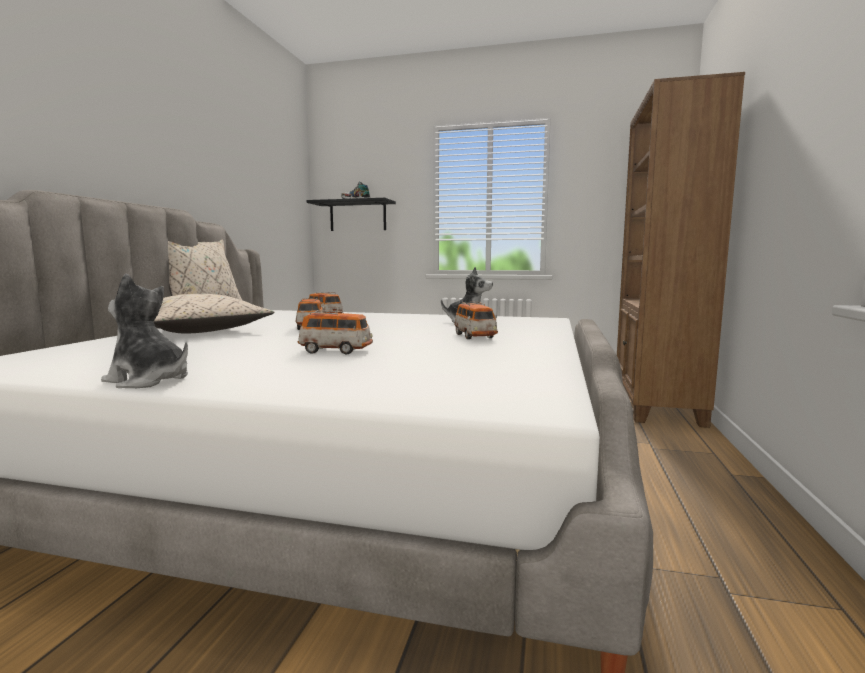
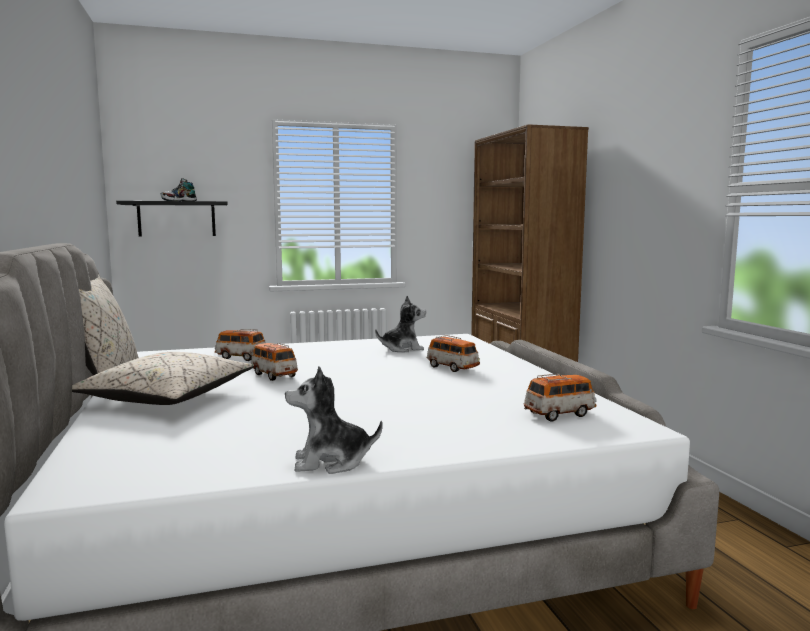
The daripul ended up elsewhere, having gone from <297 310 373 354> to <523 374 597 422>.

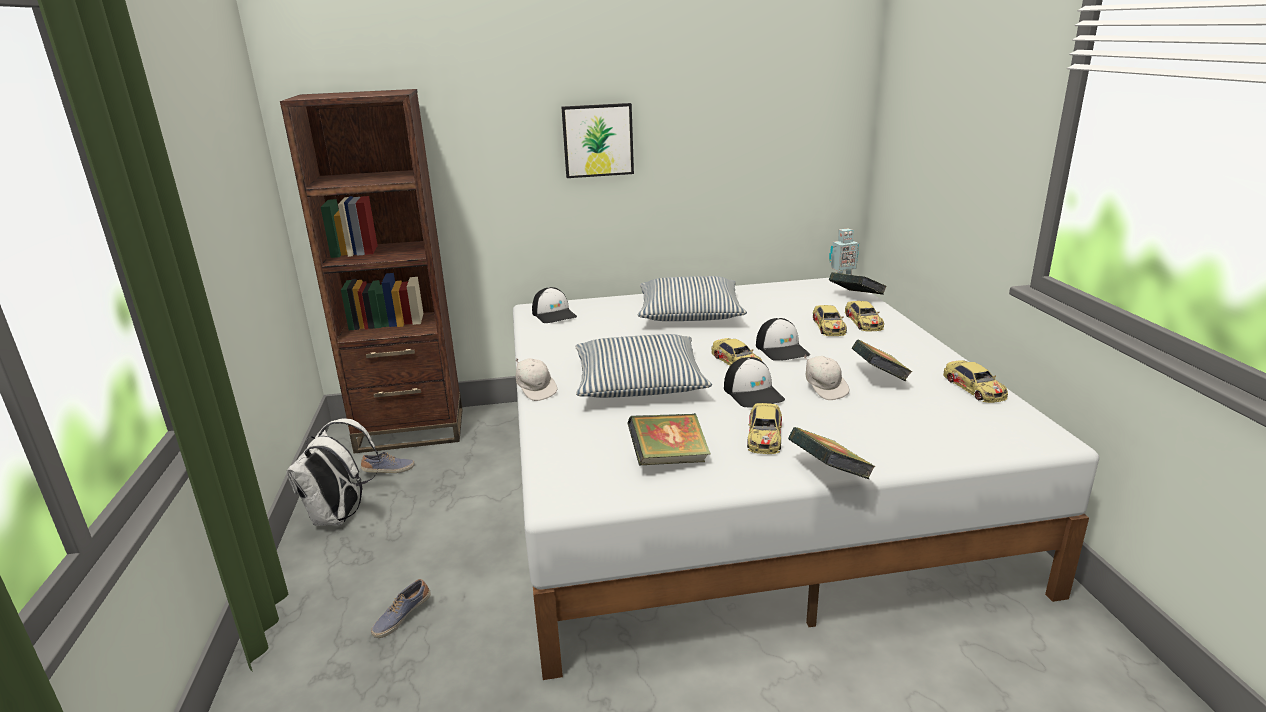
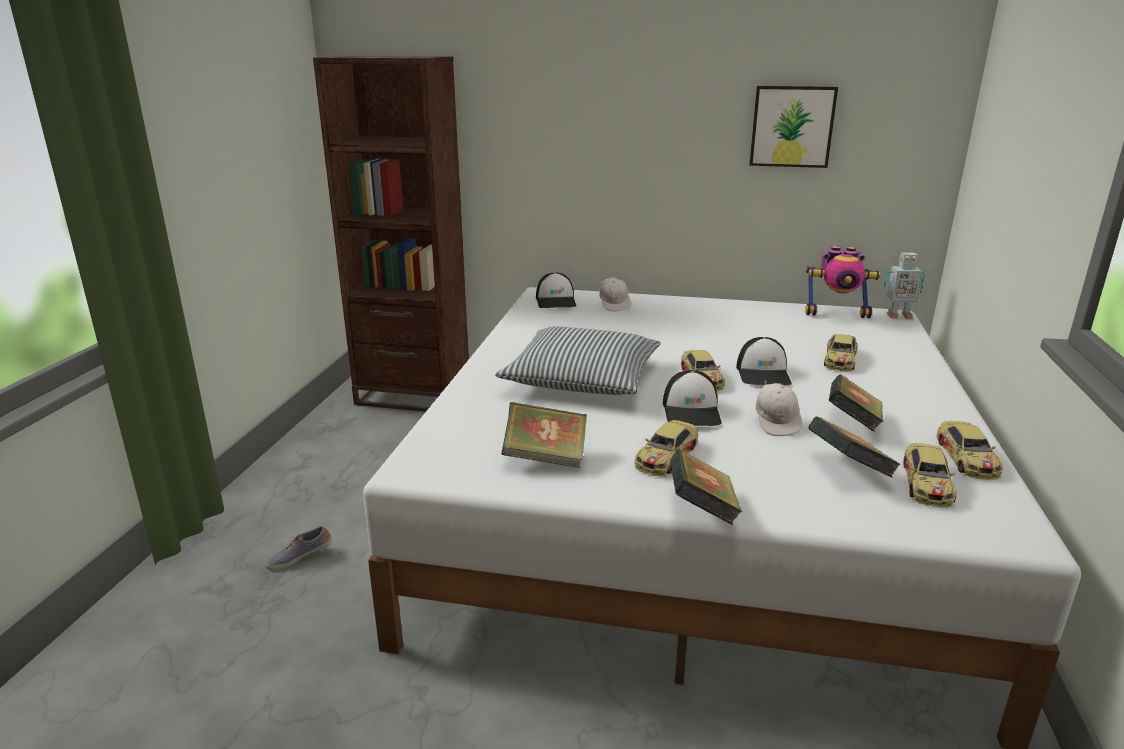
The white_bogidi ended up elsewhere, having gone from <515 358 557 401> to <599 277 631 312>. The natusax ended up elsewhere, having gone from <561 103 634 178> to <749 86 838 168>. The second view gained the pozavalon at <805 246 881 318>. The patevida ended up elsewhere, having gone from <829 272 887 295> to <808 416 901 477>. The daripul ended up elsewhere, having gone from <845 301 884 331> to <903 443 956 508>. The second view lost the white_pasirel at <286 418 380 526>. The second view lost the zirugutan at <361 452 415 473>. The second view lost the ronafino at <638 276 747 321>.

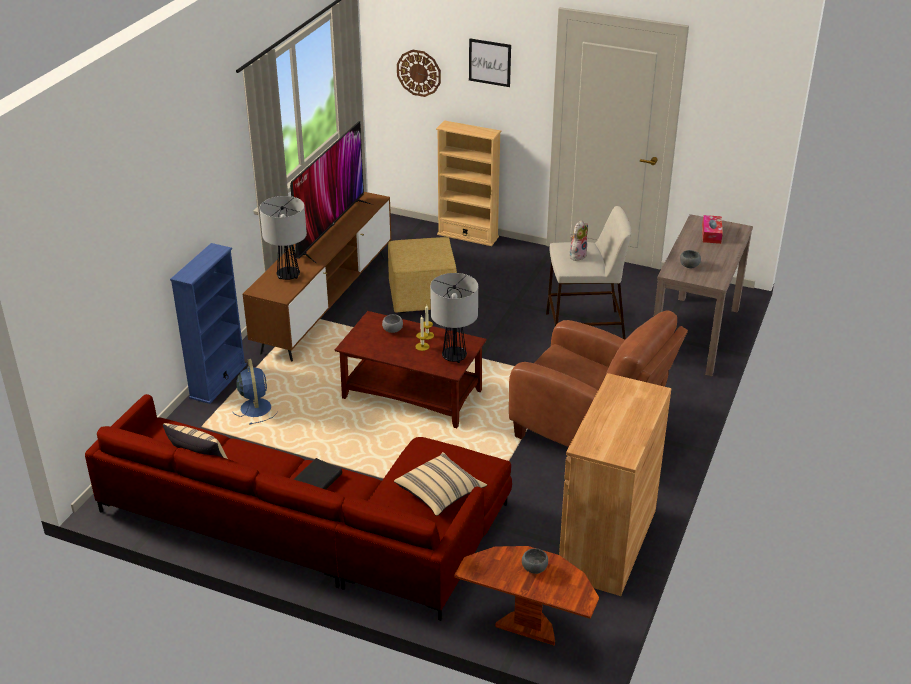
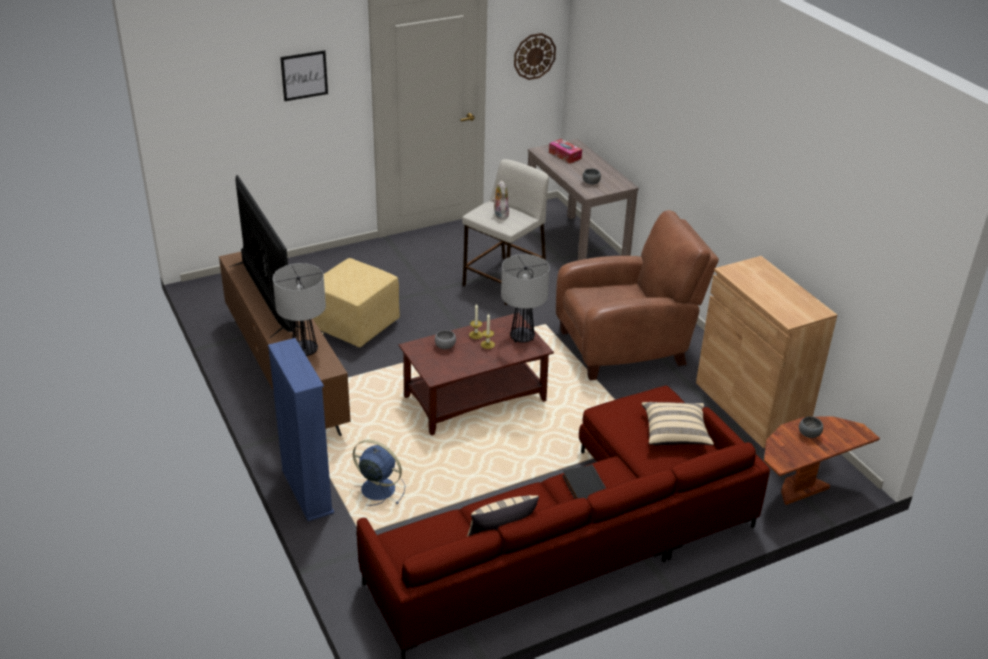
The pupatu ended up elsewhere, having gone from <397 50 441 97> to <514 33 556 80>. The second view lost the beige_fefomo at <436 120 501 246>.

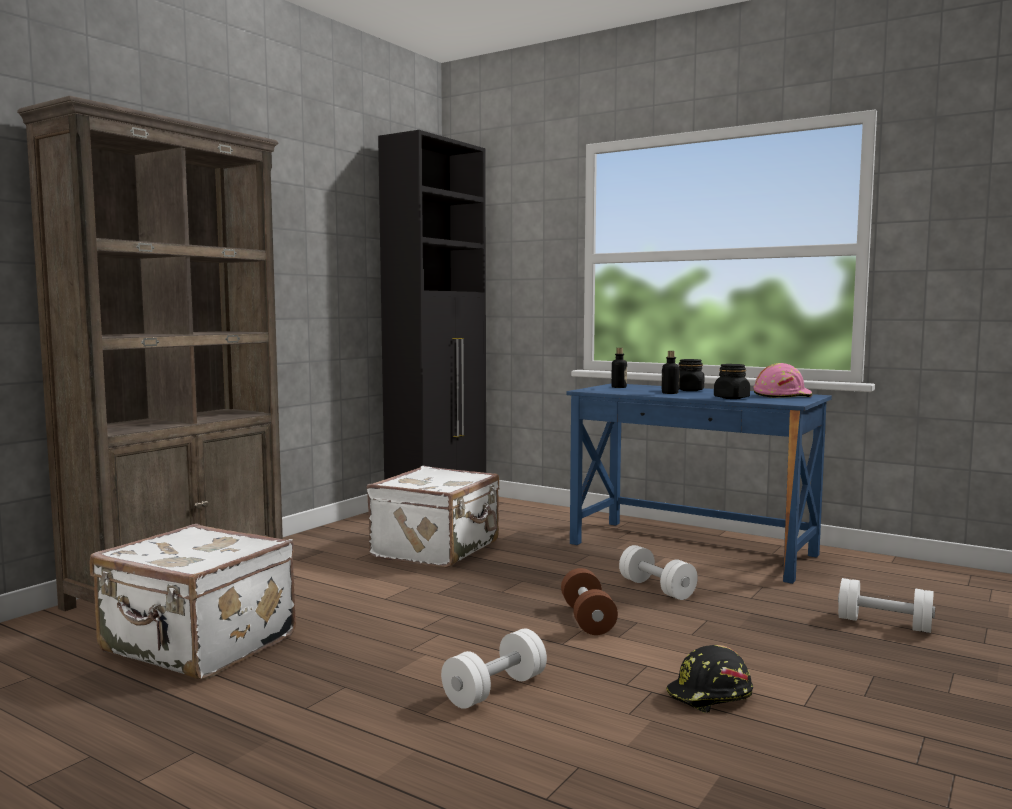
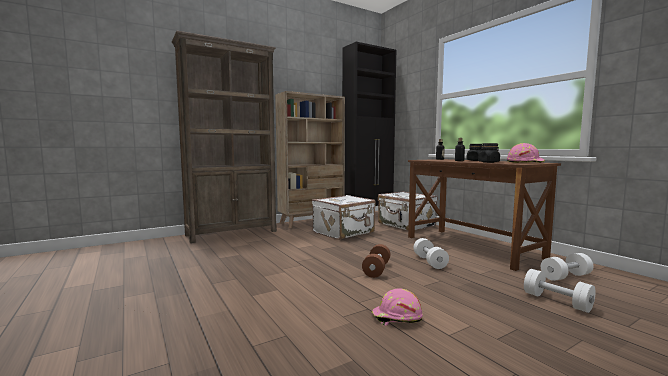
The second view gained the beige_fefomo at <275 91 345 228>. What was the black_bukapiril at <666 645 753 713> turned into the pink_bukapiril at <372 289 423 326>. The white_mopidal ended up elsewhere, having gone from <90 524 296 679> to <378 191 437 231>. What was the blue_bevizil at <566 384 832 584> turned into the brown_bevizil at <408 159 561 271>. The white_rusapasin ended up elsewhere, having gone from <441 629 547 709> to <541 253 593 281>.

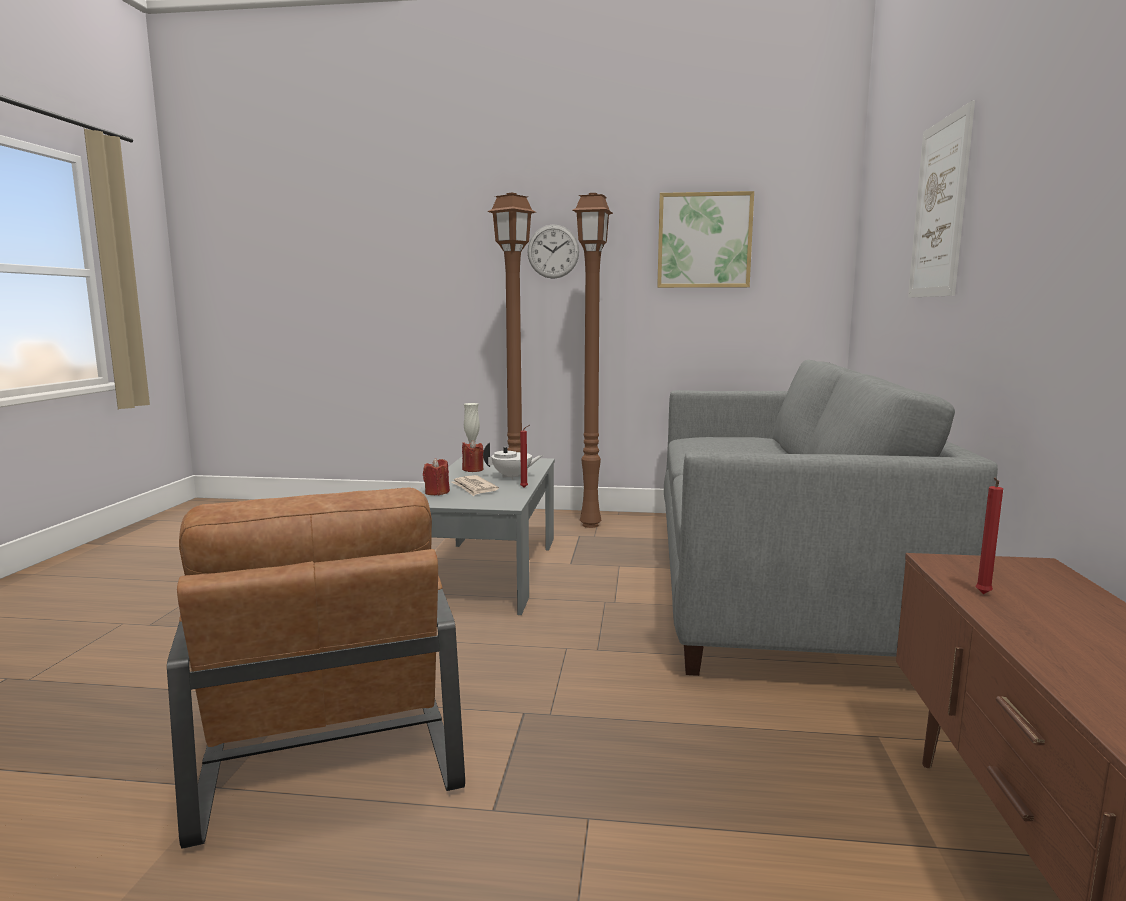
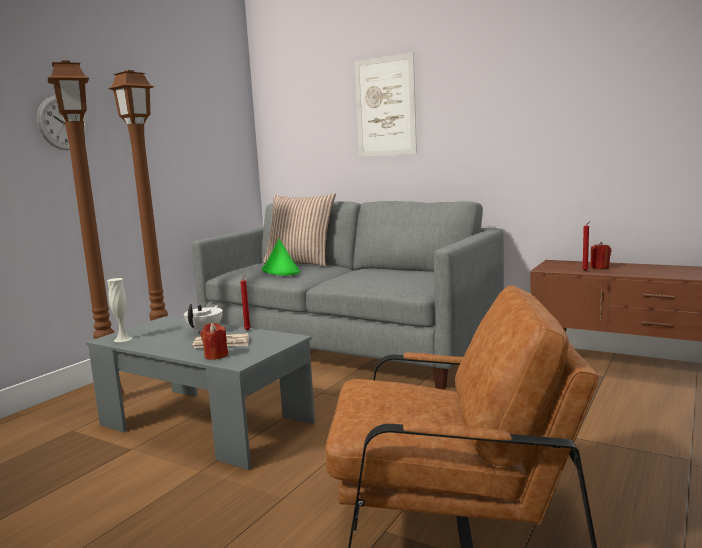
The second view gained the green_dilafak at <262 239 300 275>. The second view gained the ronafino at <263 193 336 267>. The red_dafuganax ended up elsewhere, having gone from <462 440 484 472> to <590 242 611 269>. The second view lost the natusax at <657 191 754 288>.

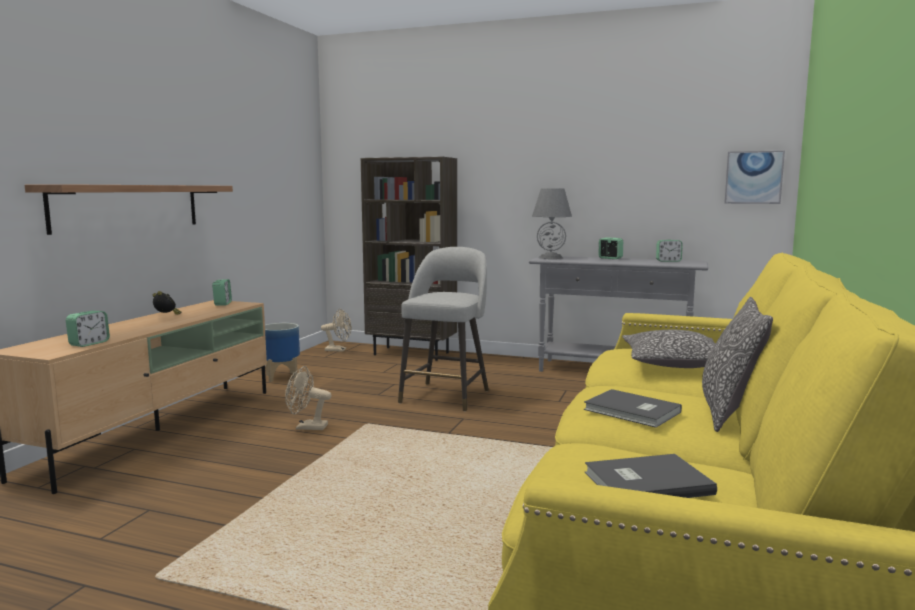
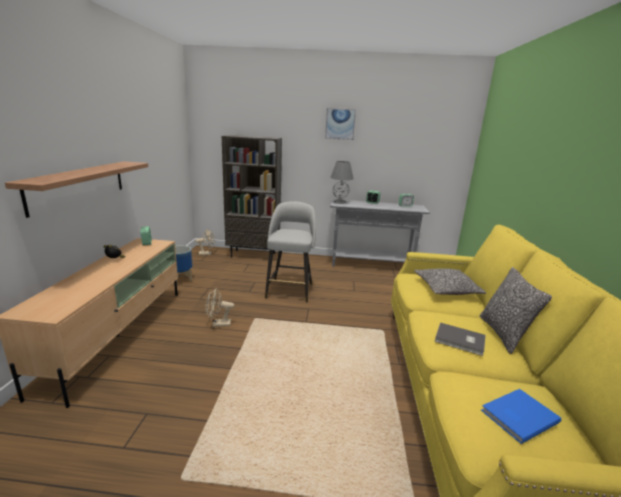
The natusax ended up elsewhere, having gone from <724 151 785 204> to <325 108 356 140>. What was the grey_patevida at <585 454 717 498> turned into the blue_patevida at <481 389 561 444>. The second view lost the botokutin at <66 311 110 347>.

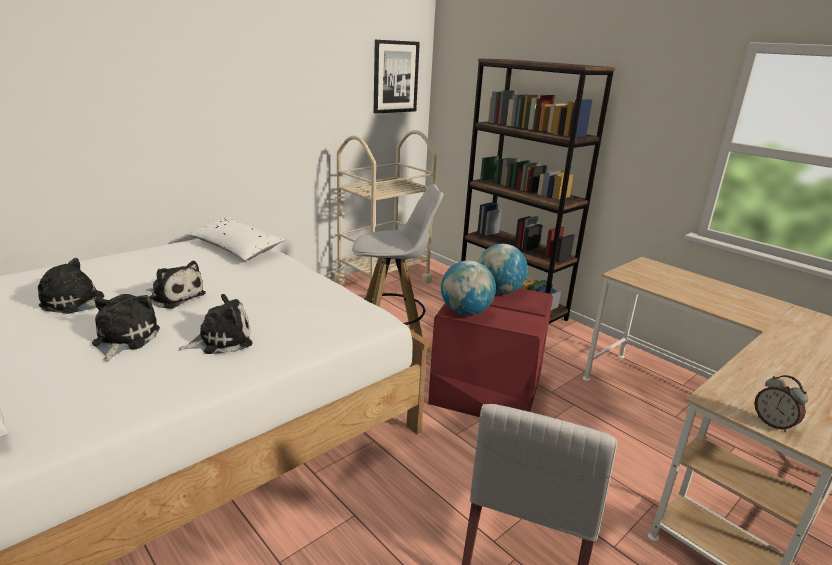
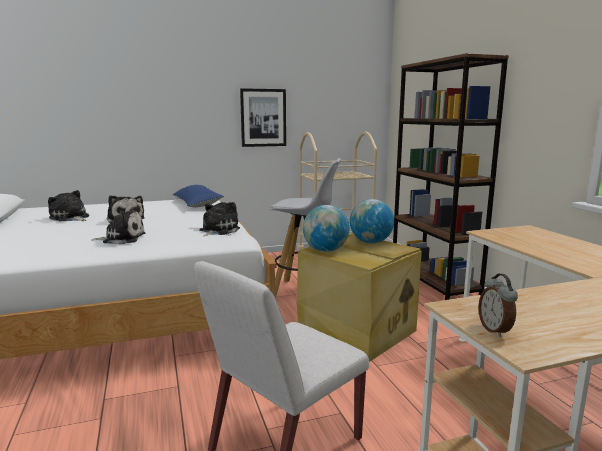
What was the white_ronafino at <190 217 286 261> turned into the blue_ronafino at <173 185 224 208>. The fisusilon ended up elsewhere, having gone from <92 294 160 361> to <199 202 240 236>. The natusax ended up elsewhere, having gone from <374 40 420 114> to <240 88 286 147>. What was the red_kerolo at <428 288 553 417> turned into the beige_kerolo at <297 234 422 362>.

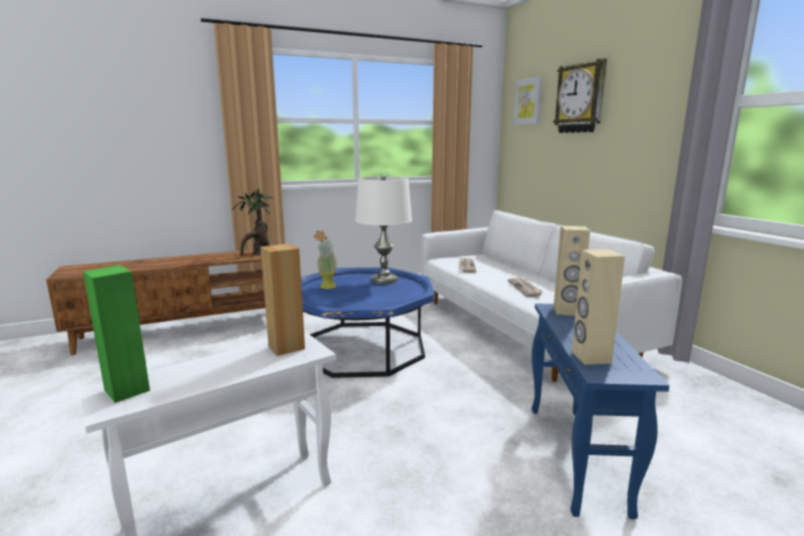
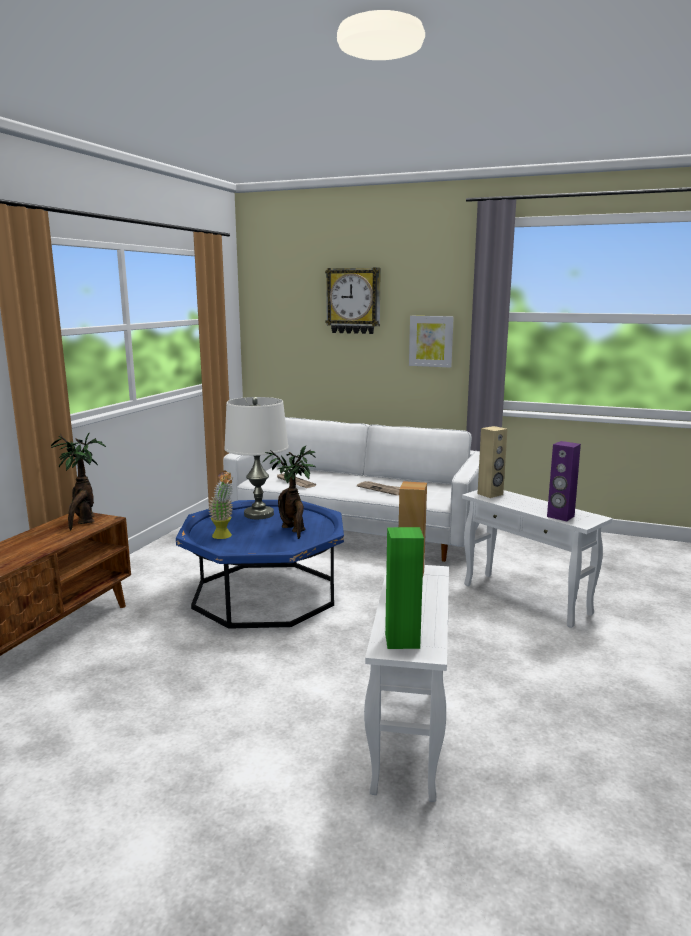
The second view gained the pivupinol at <262 446 316 539>. The natusax ended up elsewhere, having gone from <513 76 543 125> to <409 316 454 368>. What was the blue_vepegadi at <532 303 670 519> turned into the white_vepegadi at <462 490 613 628>. What was the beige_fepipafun at <572 249 625 365> turned into the purple_fepipafun at <547 441 581 521>.

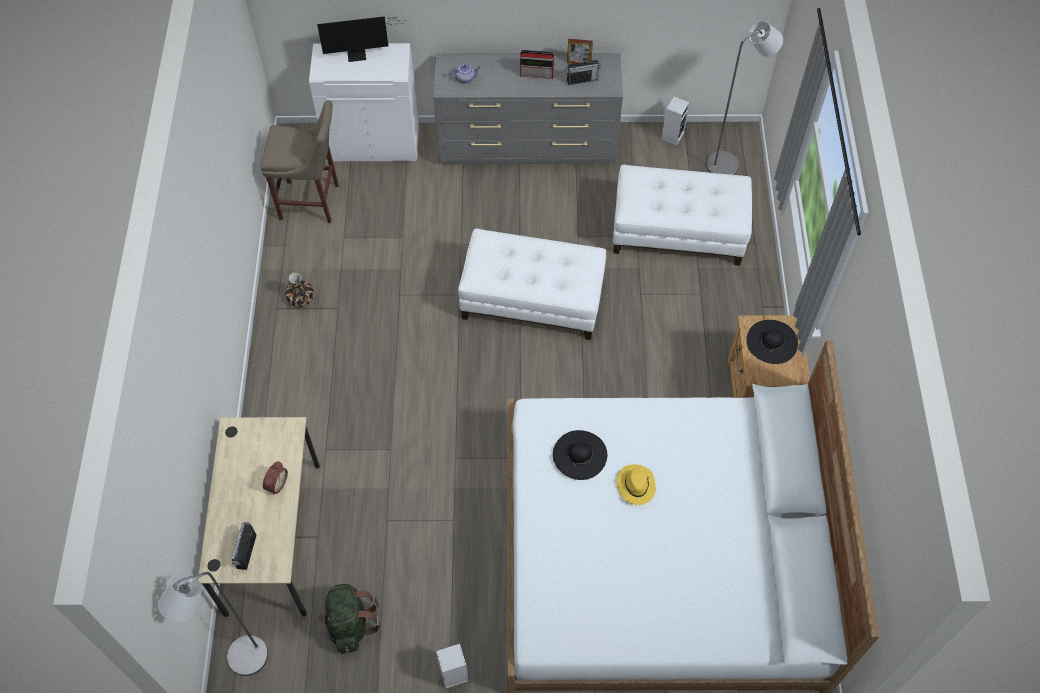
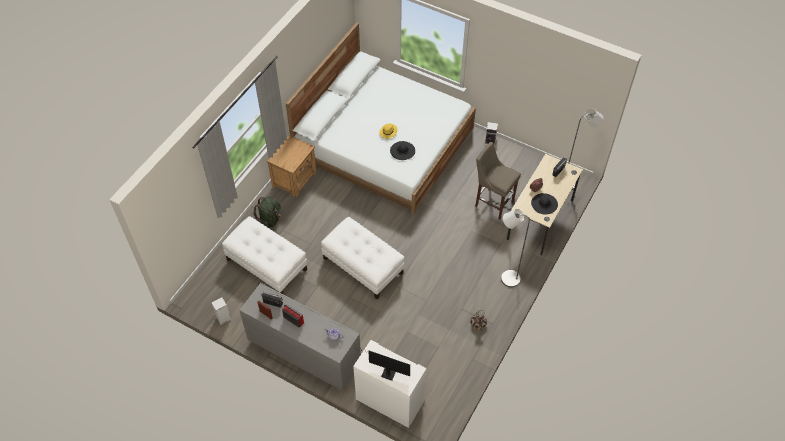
The green_pasirel ended up elsewhere, having gone from <318 584 380 654> to <253 196 281 229>. The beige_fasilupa ended up elsewhere, having gone from <261 100 339 223> to <475 142 521 220>. The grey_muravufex ended up elsewhere, having gone from <707 21 783 175> to <501 209 530 287>. The black_dilafak ended up elsewhere, having gone from <746 320 798 364> to <531 193 558 215>.

